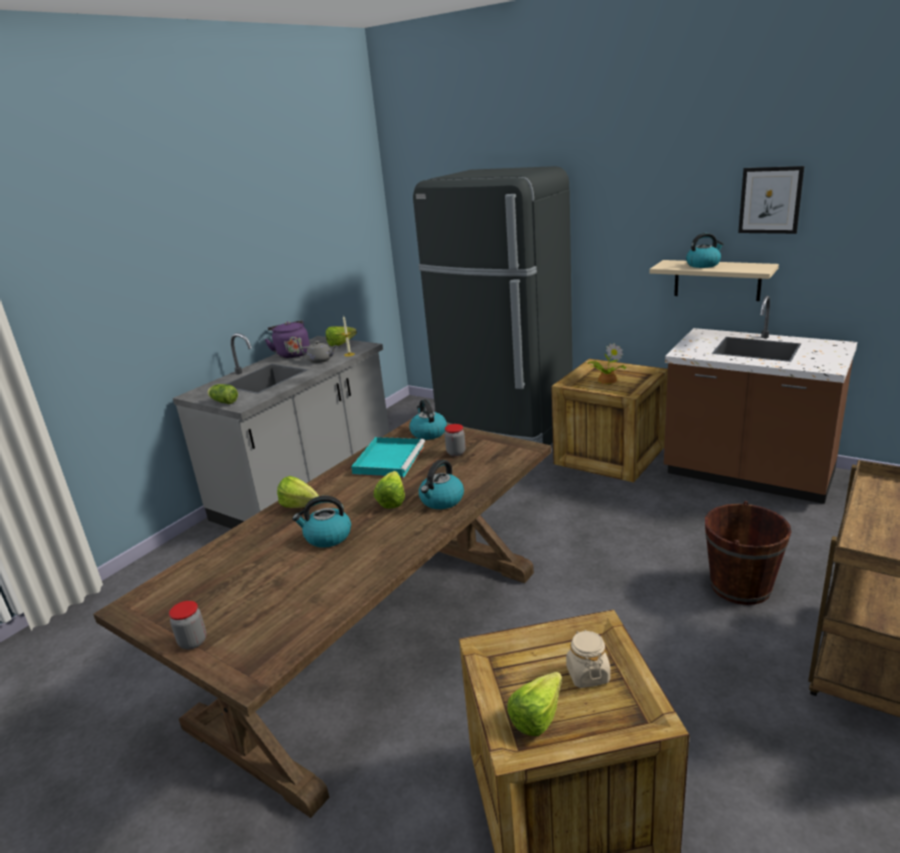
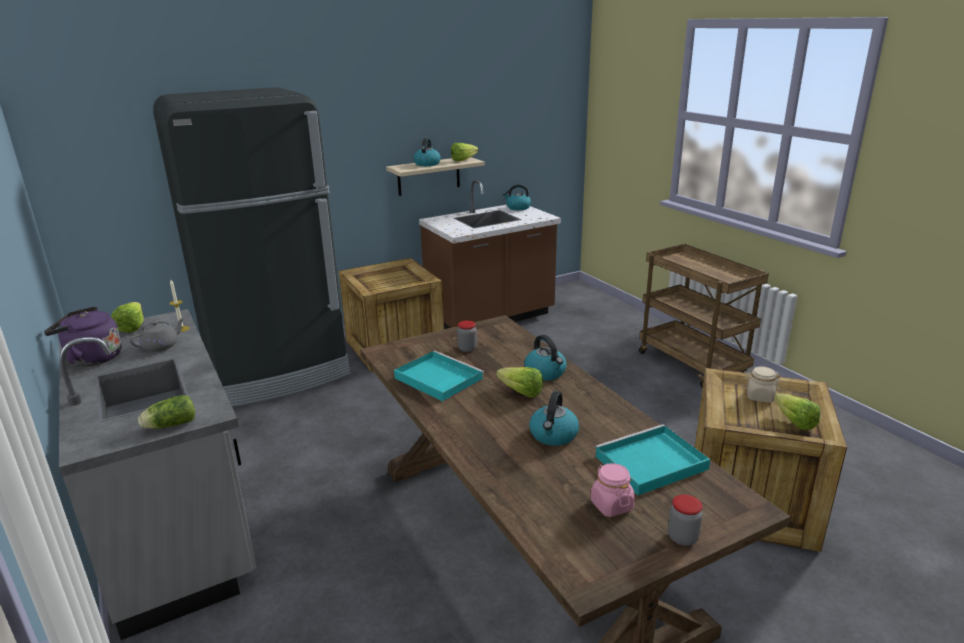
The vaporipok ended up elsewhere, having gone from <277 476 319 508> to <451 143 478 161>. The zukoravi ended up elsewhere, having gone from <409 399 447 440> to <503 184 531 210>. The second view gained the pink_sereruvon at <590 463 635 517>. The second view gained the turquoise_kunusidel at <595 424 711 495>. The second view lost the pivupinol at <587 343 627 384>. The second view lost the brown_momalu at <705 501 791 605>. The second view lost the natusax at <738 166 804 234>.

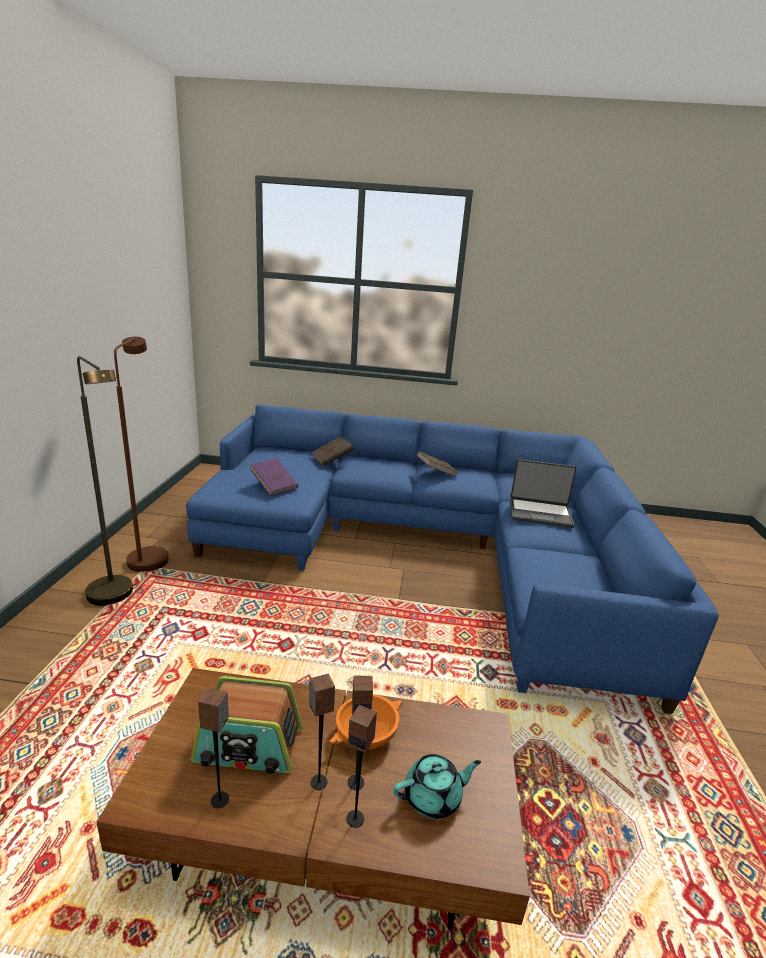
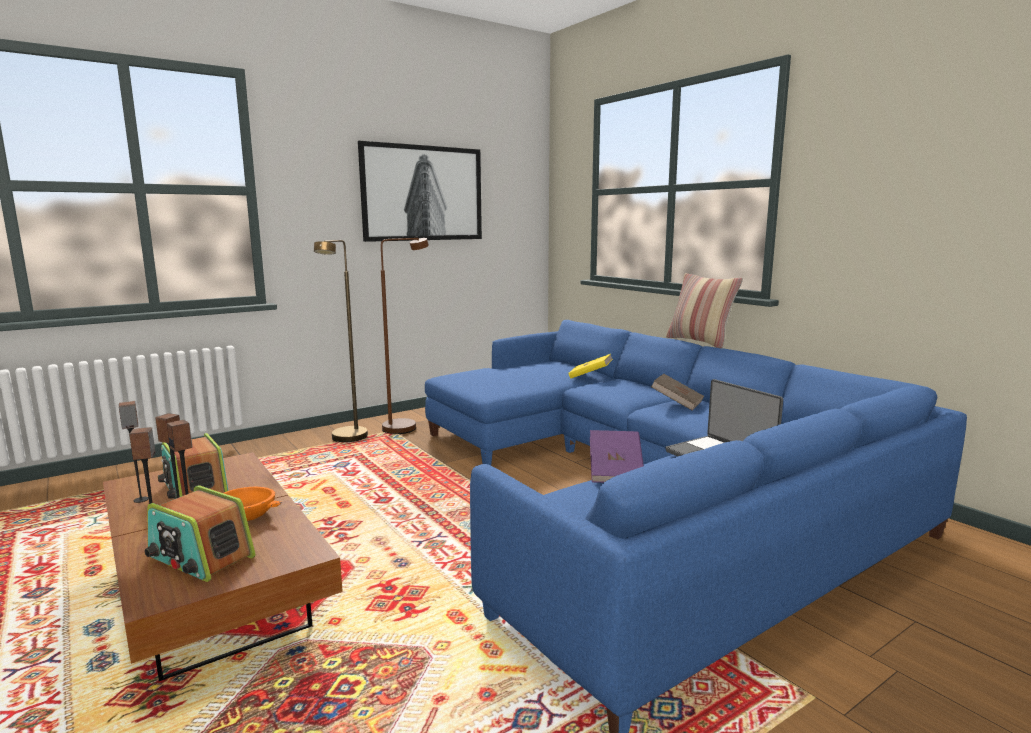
Where the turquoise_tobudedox stood at <393 754 481 819>, the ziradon came to stand at <144 485 255 582>. The second view gained the natusax at <358 140 482 242>. What was the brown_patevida at <312 436 354 466> turned into the yellow_patevida at <568 354 613 378>. The purple_patevida ended up elsewhere, having gone from <250 458 298 496> to <590 430 644 483>. The second view gained the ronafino at <666 273 743 348>.

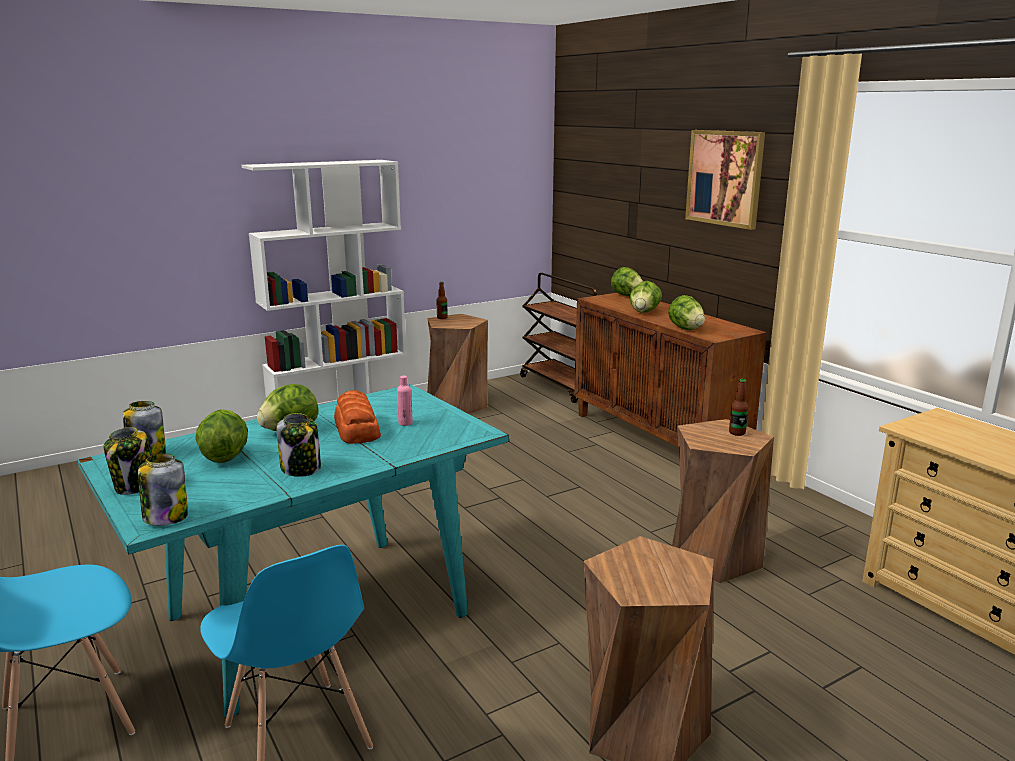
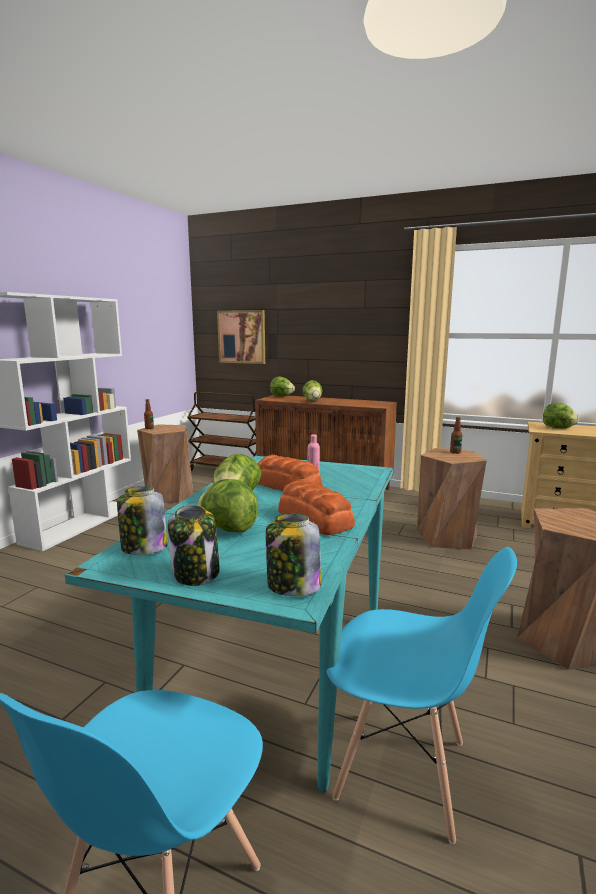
The natusax ended up elsewhere, having gone from <685 130 765 230> to <217 310 265 364>. Where the sereruvon stood at <277 413 321 477>, the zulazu came to stand at <278 480 355 535>. The vaporipok ended up elsewhere, having gone from <668 295 705 330> to <543 403 579 428>.

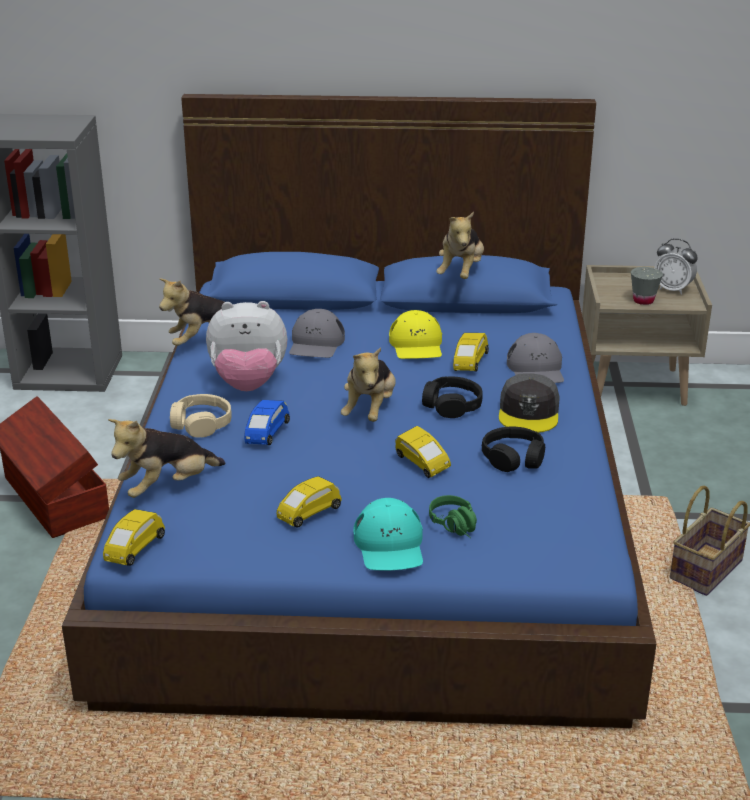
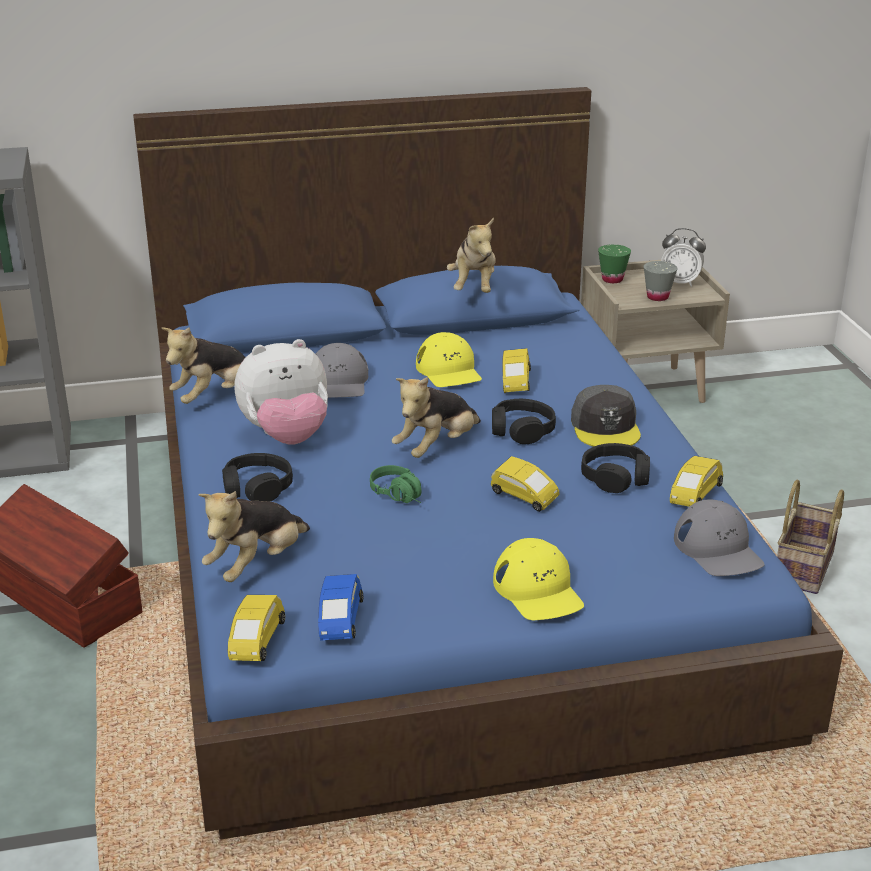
What was the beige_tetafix at <170 394 232 438> turned into the black_tetafix at <222 453 293 502>. The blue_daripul ended up elsewhere, having gone from <244 400 290 445> to <318 574 363 641>. The green_tetafix ended up elsewhere, having gone from <429 495 477 539> to <370 465 422 503>. The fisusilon at <341 347 396 422> ended up facing another way, 45 degrees clockwise from before. What was the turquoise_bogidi at <353 498 423 571> turned into the yellow_bogidi at <493 538 584 620>. The second view gained the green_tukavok at <598 244 631 283>. The yellow_daripul ended up elsewhere, having gone from <277 476 342 528> to <670 456 723 507>. The grey_bogidi ended up elsewhere, having gone from <507 333 564 383> to <674 500 765 576>.

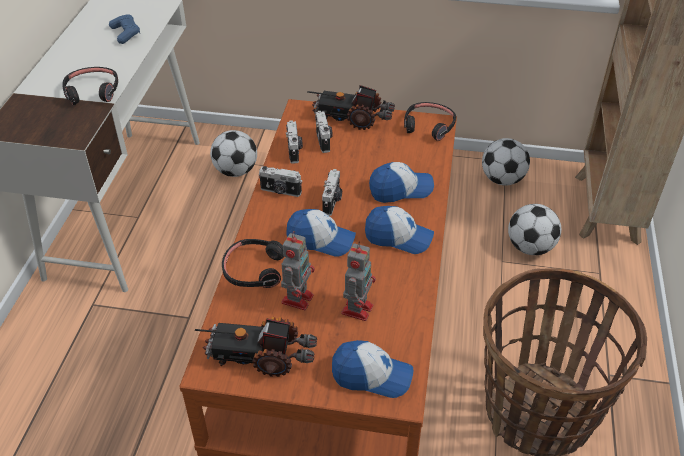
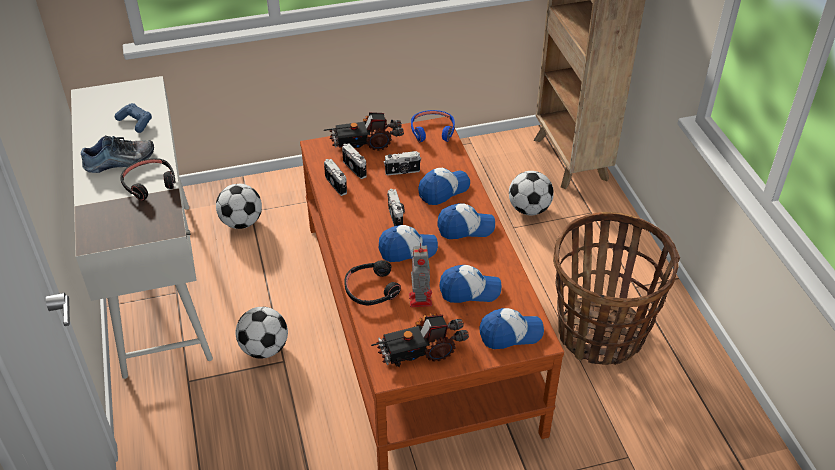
The second view gained the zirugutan at <81 135 154 173>. The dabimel ended up elsewhere, having gone from <482 138 530 186> to <236 307 288 359>. The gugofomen ended up elsewhere, having gone from <259 166 302 197> to <384 151 421 175>. What was the black_tetafix at <404 102 456 141> turned into the blue_tetafix at <411 110 455 142>. Where the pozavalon stood at <341 241 376 321>, the bogidi came to stand at <439 265 501 303>.

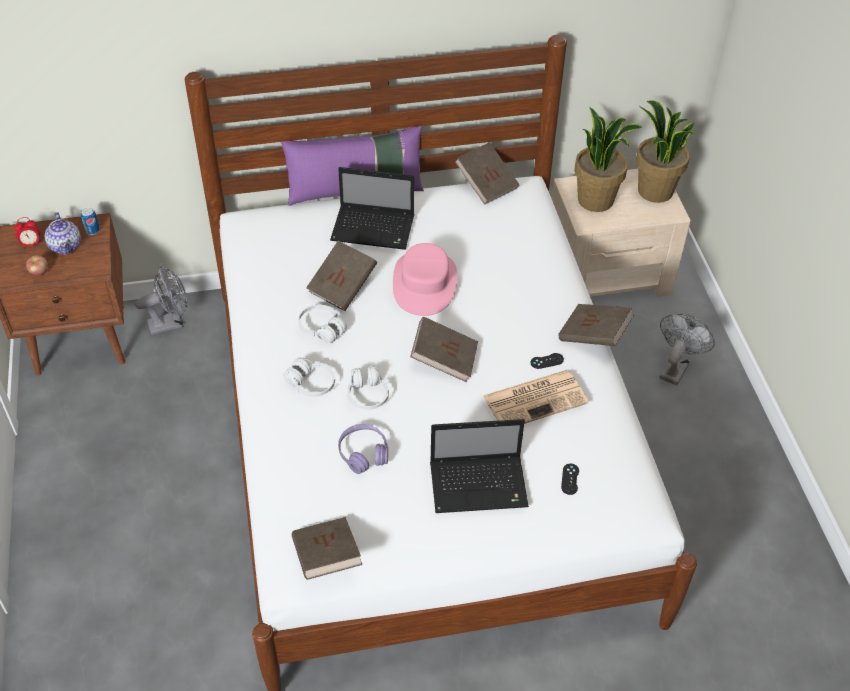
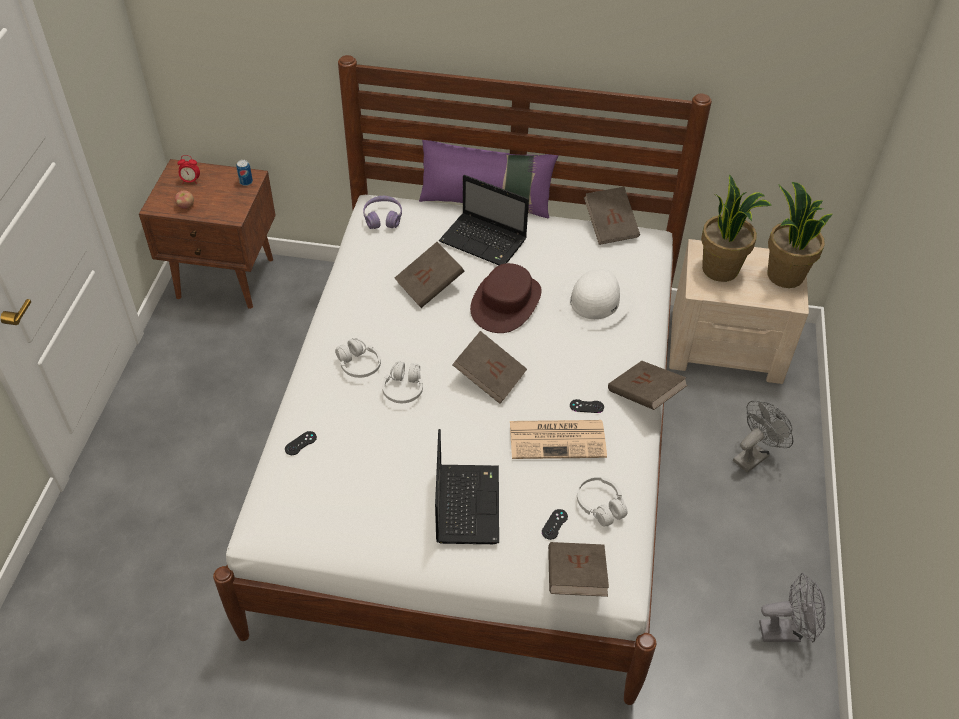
The second view gained the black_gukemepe at <285 431 317 455>. The purple_tetafix ended up elsewhere, having gone from <338 424 388 474> to <363 196 402 229>. The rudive at <430 419 529 513> ended up facing another way, 105 degrees counterclockwise from before. What was the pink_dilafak at <393 243 457 316> turned into the brown_dilafak at <470 263 542 333>. The brown_patevida ended up elsewhere, having gone from <292 517 362 580> to <548 542 609 597>. The second view gained the white_dilafak at <559 269 630 329>. The white_tetafix ended up elsewhere, having gone from <298 305 347 344> to <577 477 628 526>. The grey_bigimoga ended up elsewhere, having gone from <135 266 187 335> to <759 573 826 642>. The second view lost the tobudedox at <45 212 81 255>.

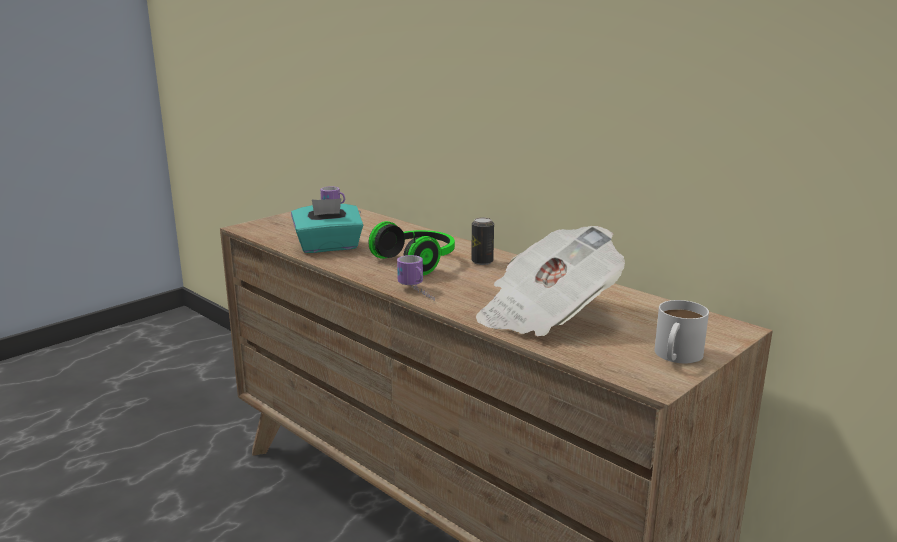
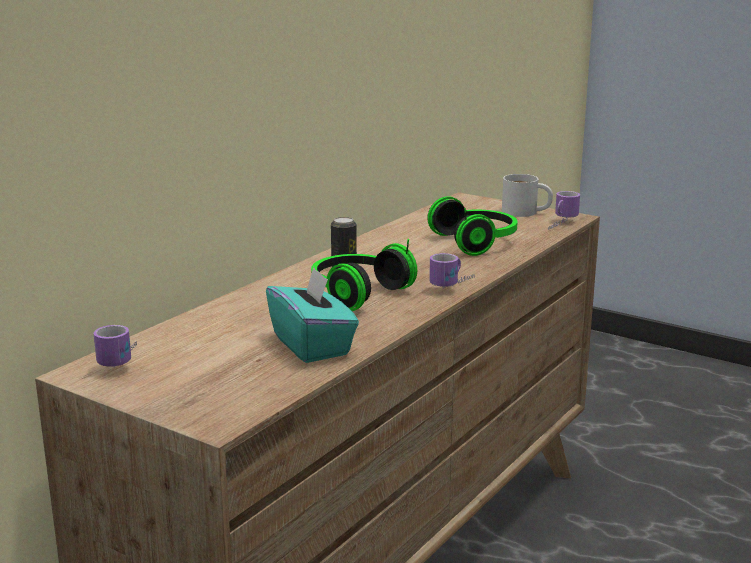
Where the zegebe stood at <476 226 625 336>, the tetafix came to stand at <427 196 518 256>. The second view gained the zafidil at <548 191 580 230>.

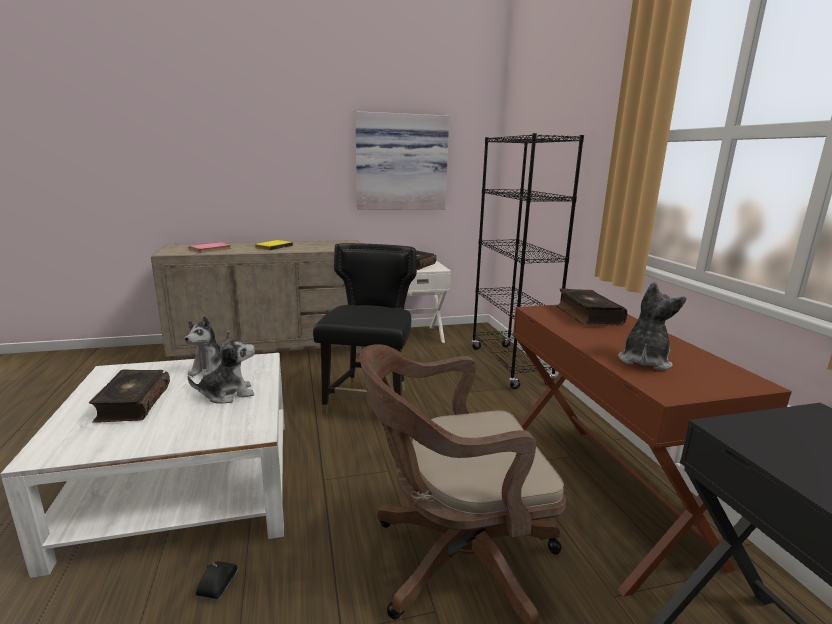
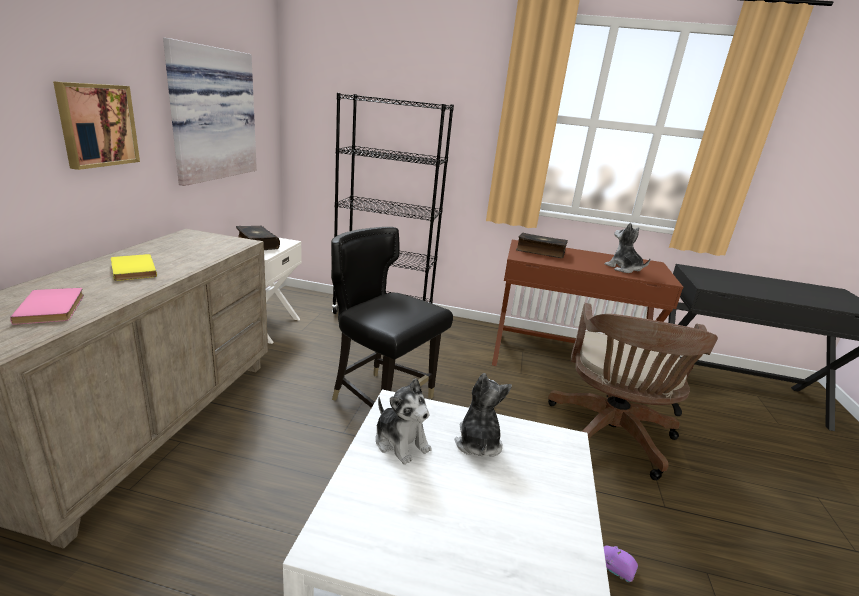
The second view gained the natusax at <53 81 140 170>. What was the black_daripul at <195 561 238 600> turned into the purple_daripul at <604 546 638 583>. The second view lost the patevida at <89 370 170 423>.

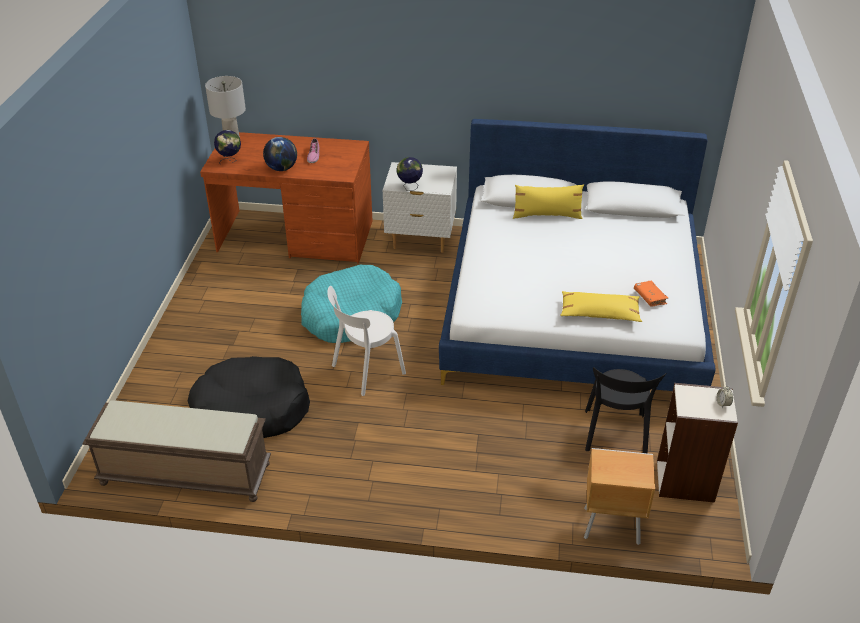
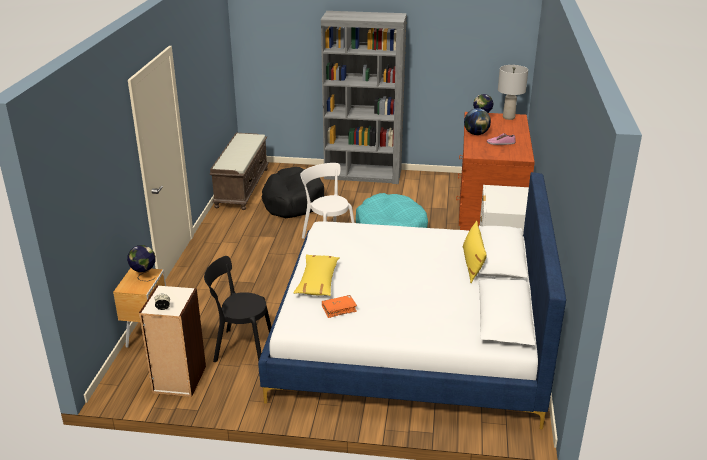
The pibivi ended up elsewhere, having gone from <397 157 423 191> to <127 245 156 281>. The second view gained the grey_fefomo at <321 11 407 184>.

